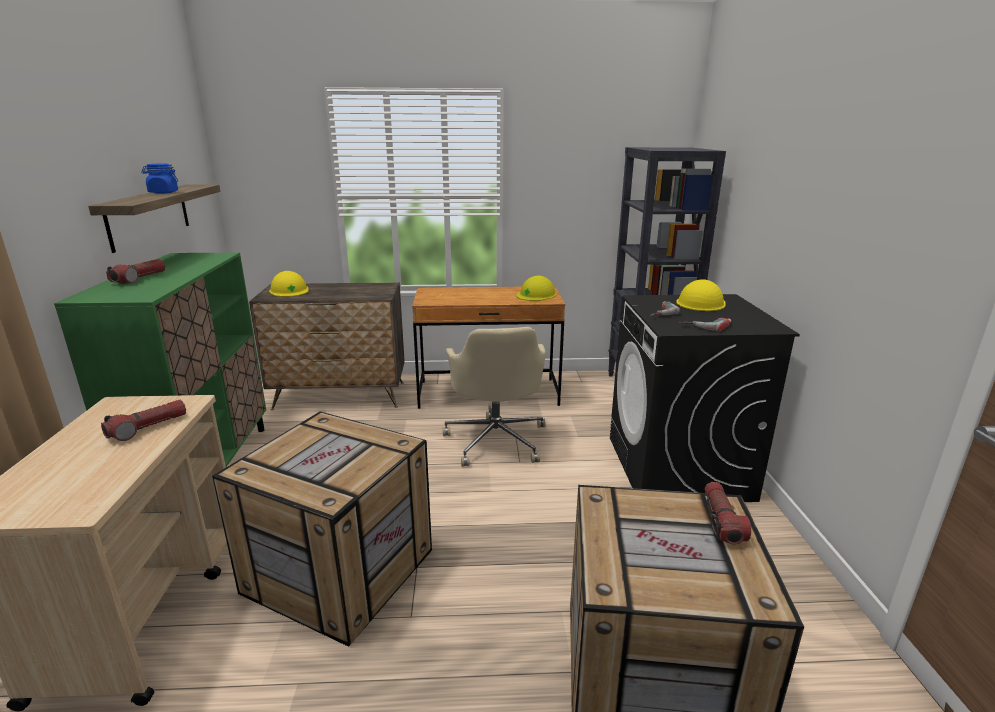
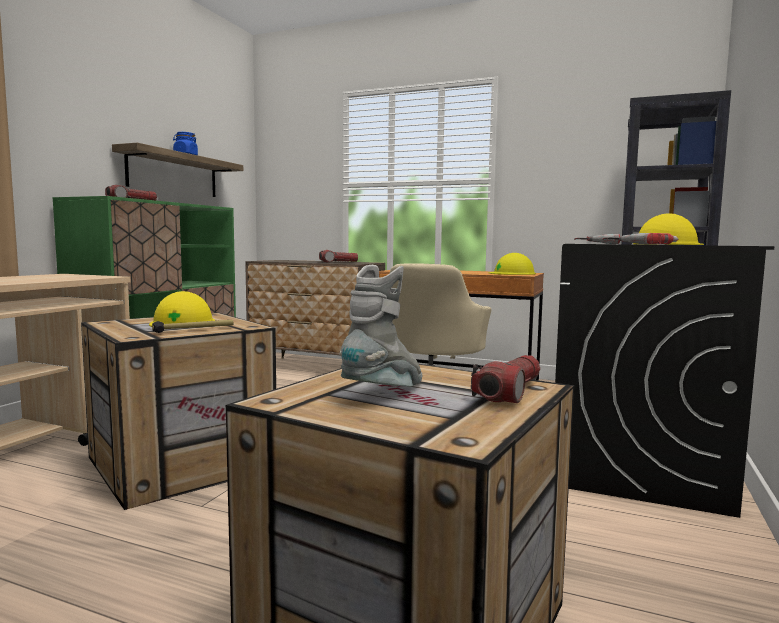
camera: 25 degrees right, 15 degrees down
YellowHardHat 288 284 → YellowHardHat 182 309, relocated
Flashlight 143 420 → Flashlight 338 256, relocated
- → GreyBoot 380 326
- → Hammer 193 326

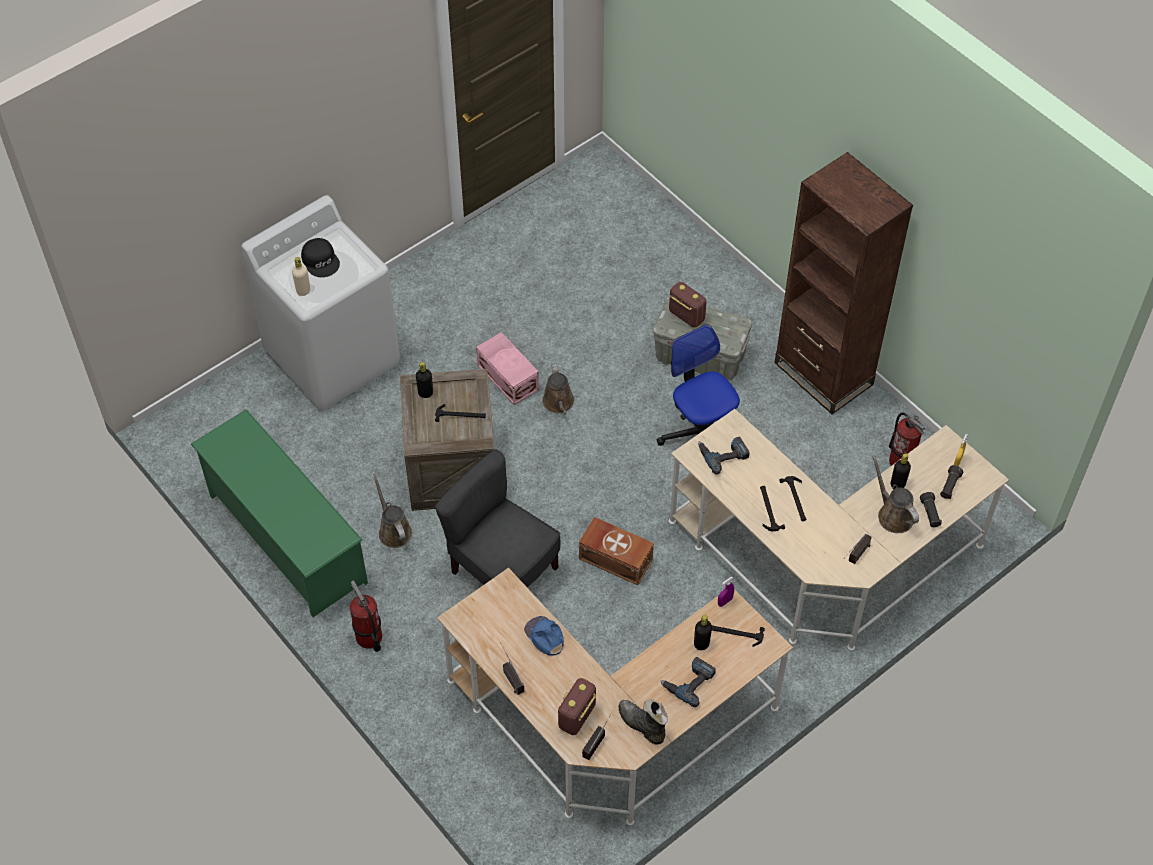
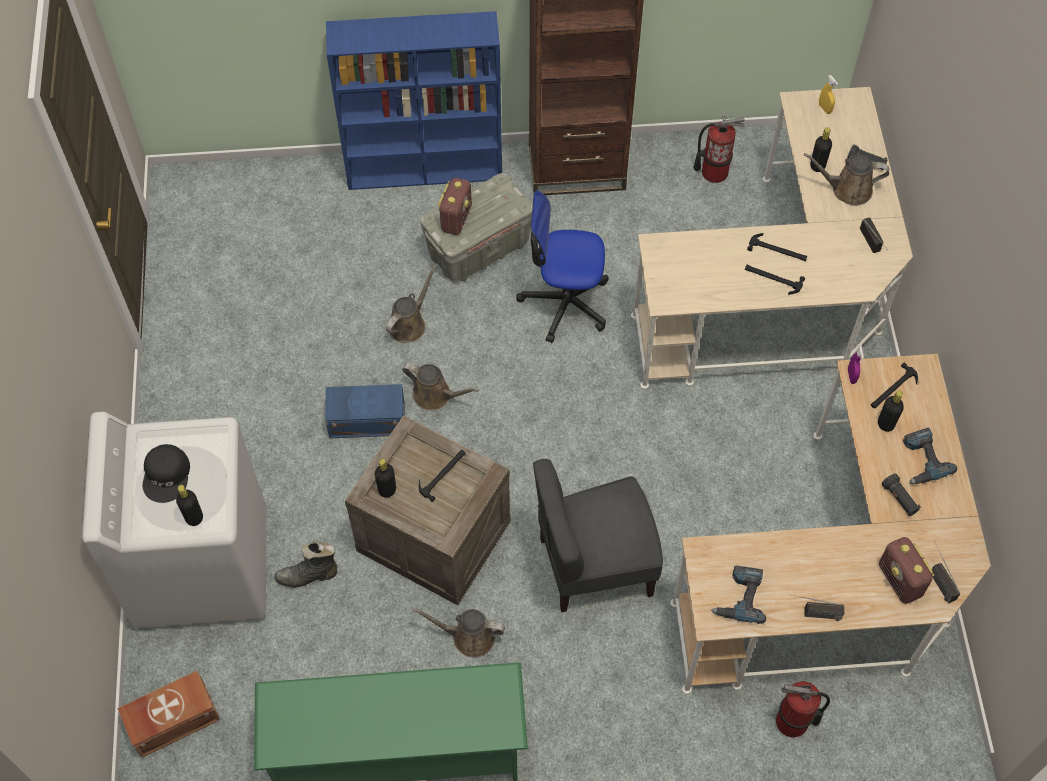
camera: 55 degrees left, 5 degrees up
BlackCap 320 257 → BlackCap 166 473, 90 degrees clockwise
BeigeBottle 301 276 → BlackBottle 189 505
Radio 688 305 → Radio 455 206, 120 degrees clockwise
PinkStorageBox 507 368 → BlueStorageBox 365 411
PowerDrill 724 456 → PowerDrill 738 594, relocated
BlackFlashlight 951 482 → BlackFlashlight 901 495, relocated
BrownStorageBox 616 551 → BrownStorageBox 168 714, relocated
FireExtinguisher 366 616 → FireExtinguisher 803 709, relocated
BlueCap 544 636 → -
BlackBoot 643 722 → BlackBoot 306 564, relocated
- → BlueBookcase 414 100
- → BrownWateringCan 411 303

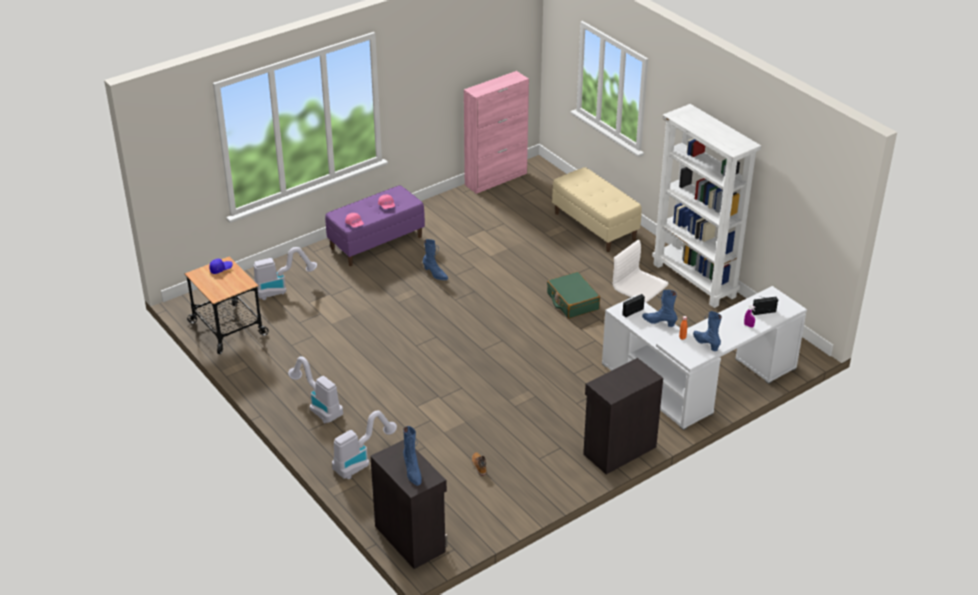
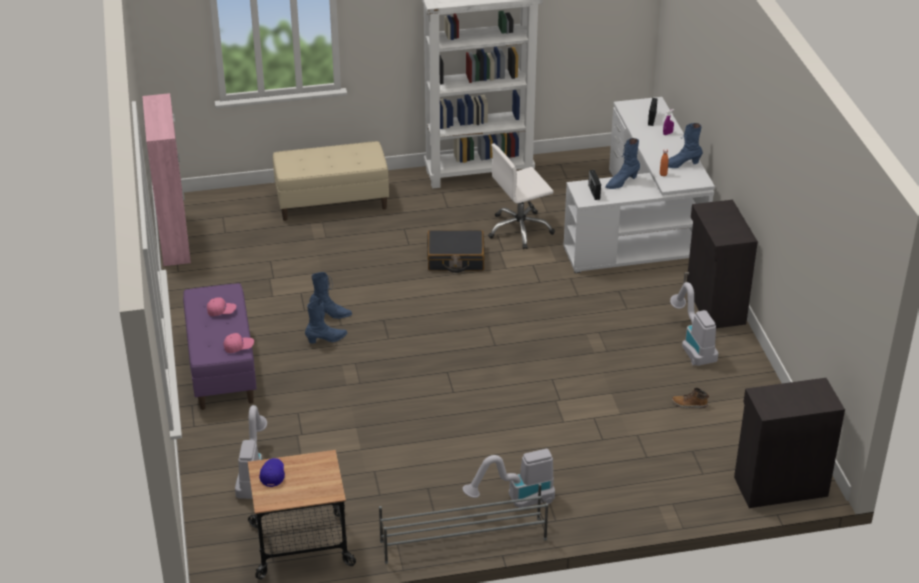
camera: 65 degrees left, 0 degrees up
GreenSuitcase 573 295 → BlackSuitcase 456 251
VacuumCleaner 364 444 → VacuumCleaner 694 324, relocated
BlueBoot 412 456 → BlueBoot 330 295, relocated
- → GreyShoeRack 463 523

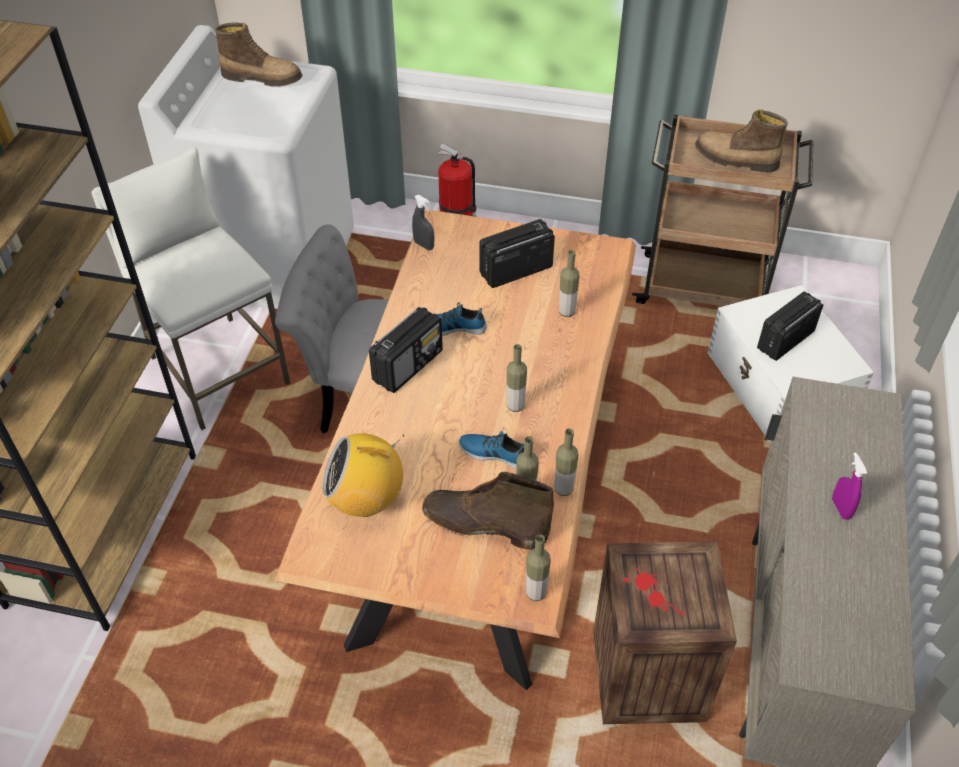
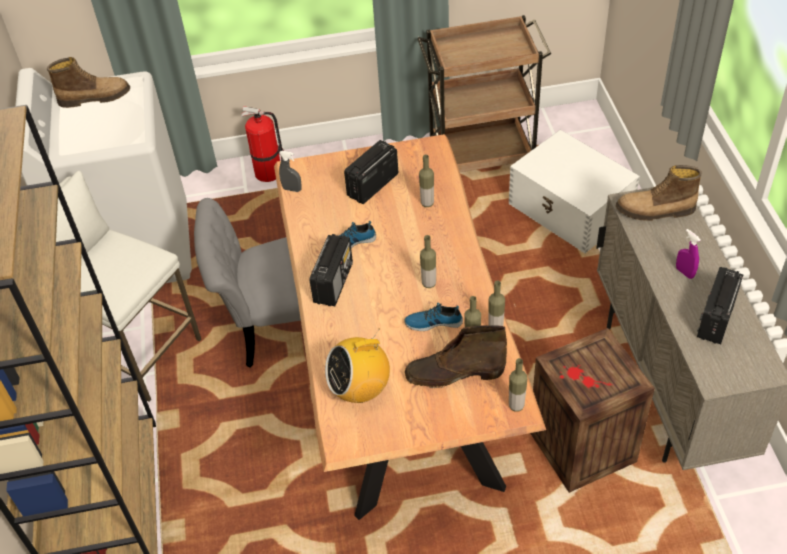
camera: 20 degrees left, 0 degrees up
Boot 741 141 → Boot 659 193, relocated
Radio 790 326 → Radio 720 305, relocated

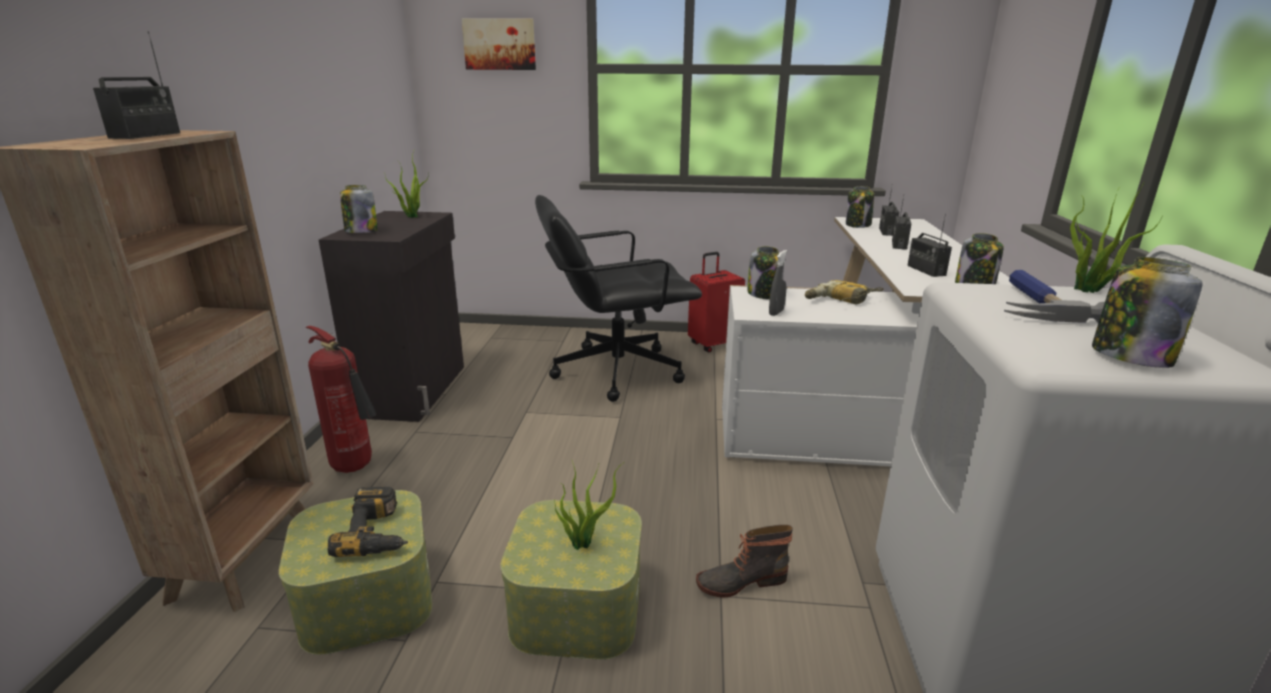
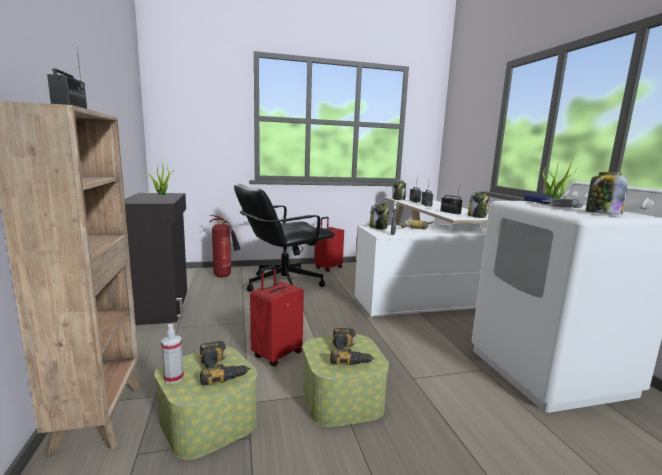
camera: 20 degrees left, 10 degrees down
Picture 499 44 → -
Jar 359 209 → -
FireExtinguisher 341 399 → FireExtinguisher 224 246, relocated
PottedPlant 588 505 → PowerDrill 352 346
Boot 744 561 → -
- → RedSuitcase 277 315
- → SprayBottle 172 354

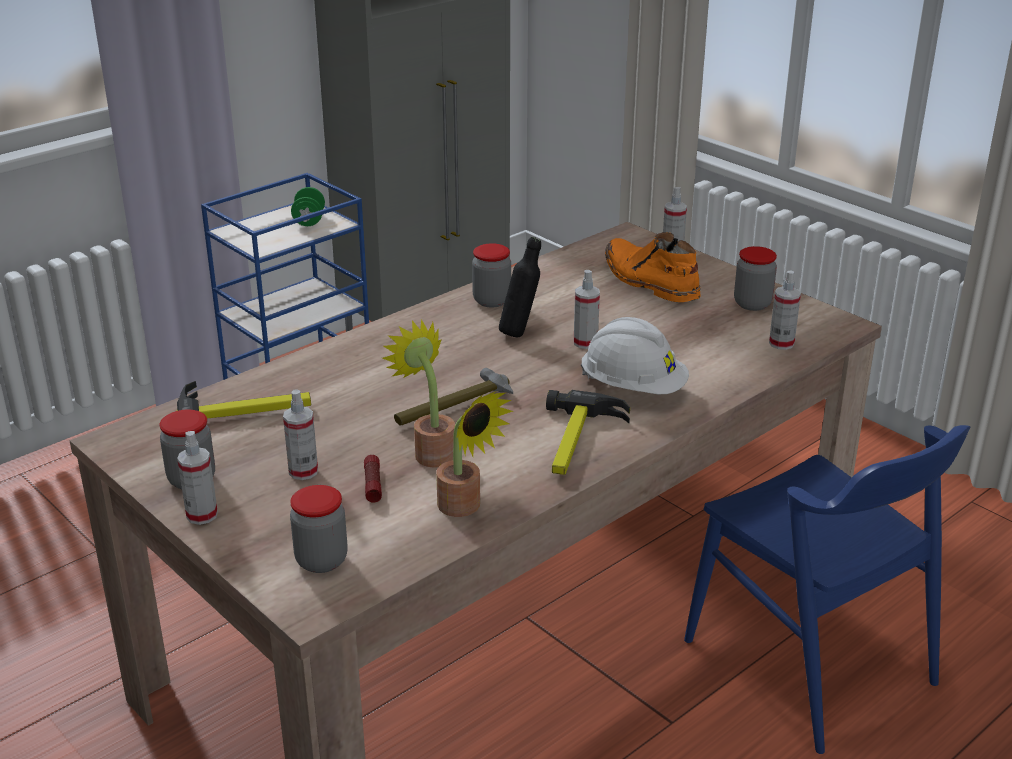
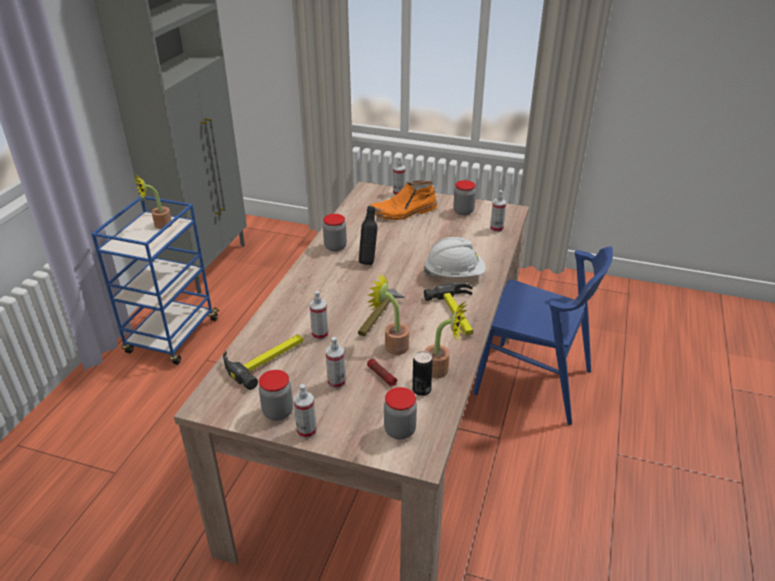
camera: 30 degrees left, 5 degrees up
GreenDumbbell 308 206 → PottedPlant 152 202
OrangeBoot 653 267 → OrangeBoot 403 200, 45 degrees counterclockwise
SprayBottle 587 309 → SprayBottle 318 315, relocated
- → Can 422 373

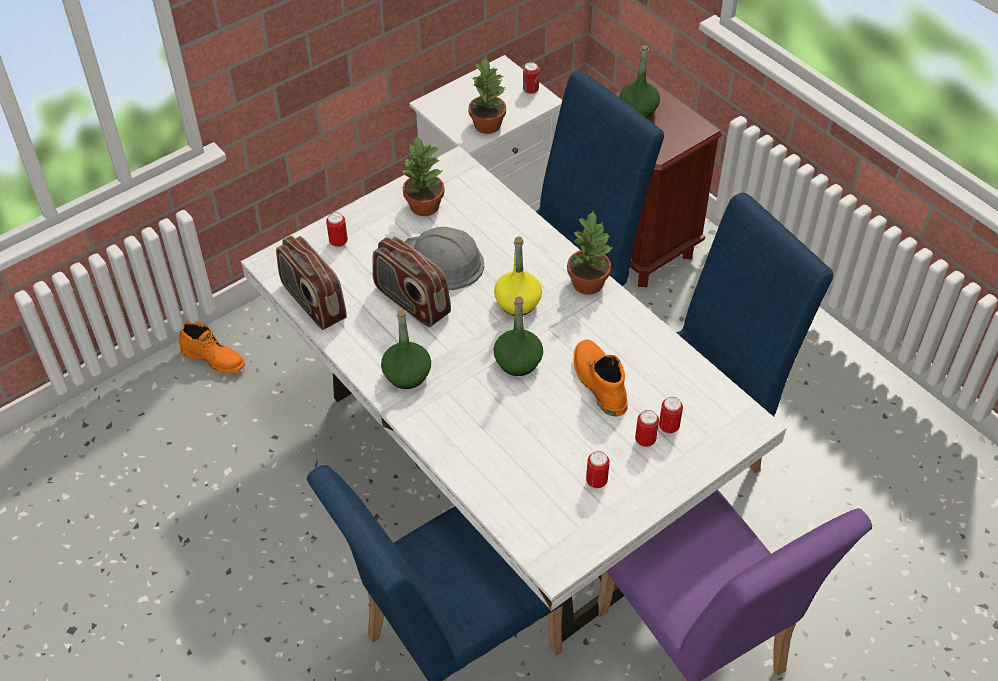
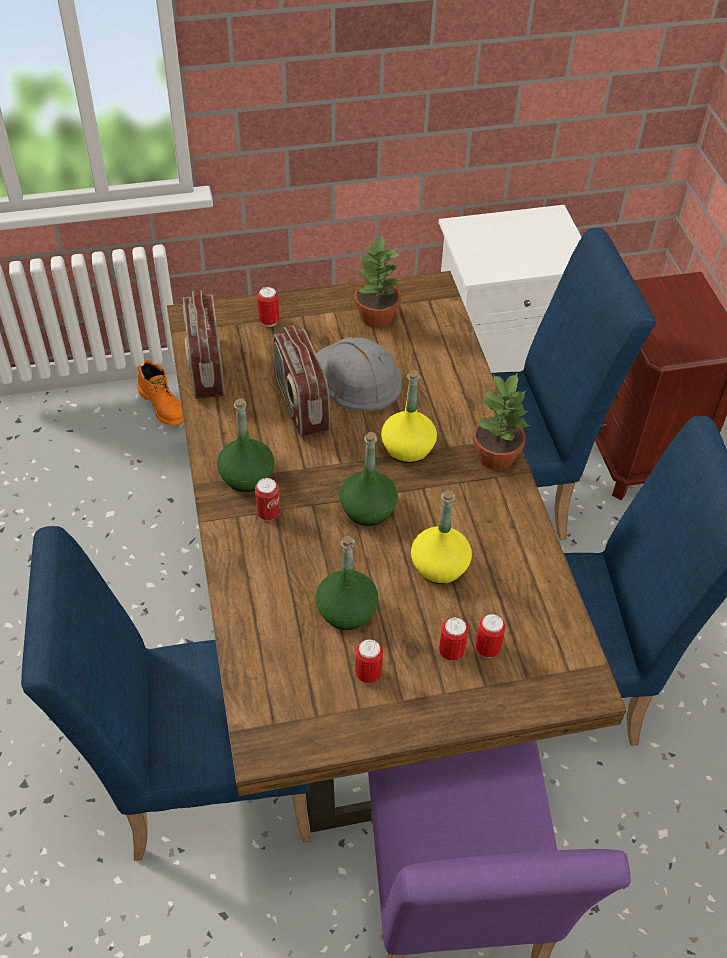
camera: 25 degrees right, 0 degrees up
GreenBottle 639 81 → GreenBottle 347 583, relocated
PottedPlant 487 96 → -
Can 531 78 → Can 267 499, relocated
WhiteDiningTable 514 394 → BrownDiningTable 397 551
OrangeBoot 600 378 → YellowBottle 441 537

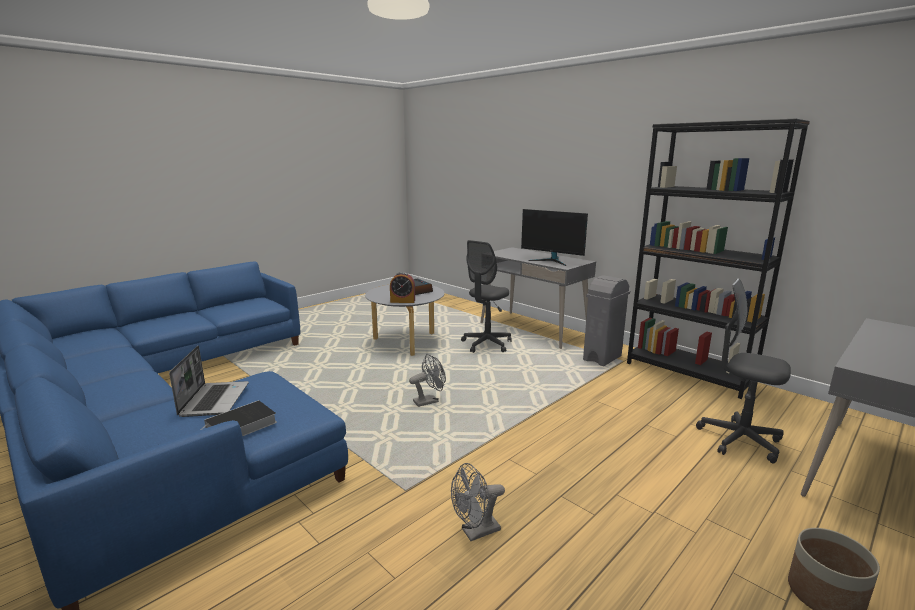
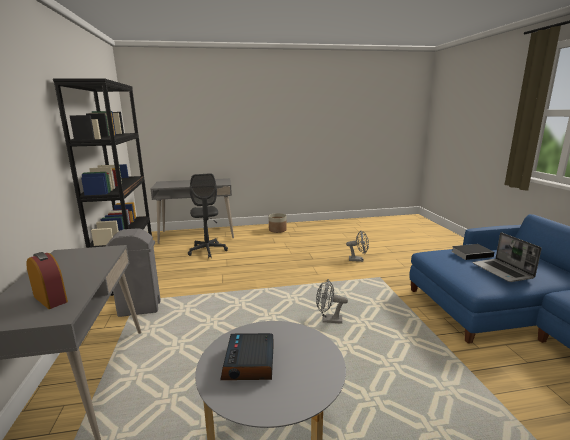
camera: 145 degrees left, 0 degrees up
Monitor 554 237 → -
GreyOfficeChair 486 296 → -
AlarmClock 402 287 → AlarmClock 47 280, relocated
Laptop 209 381 → Laptop 507 257, 45 degrees counterclockwise

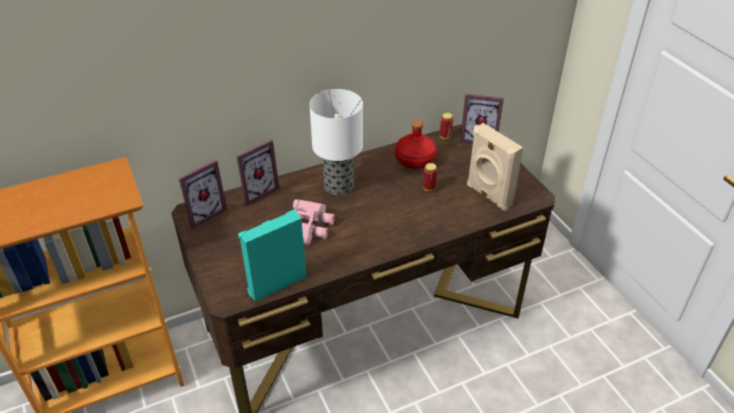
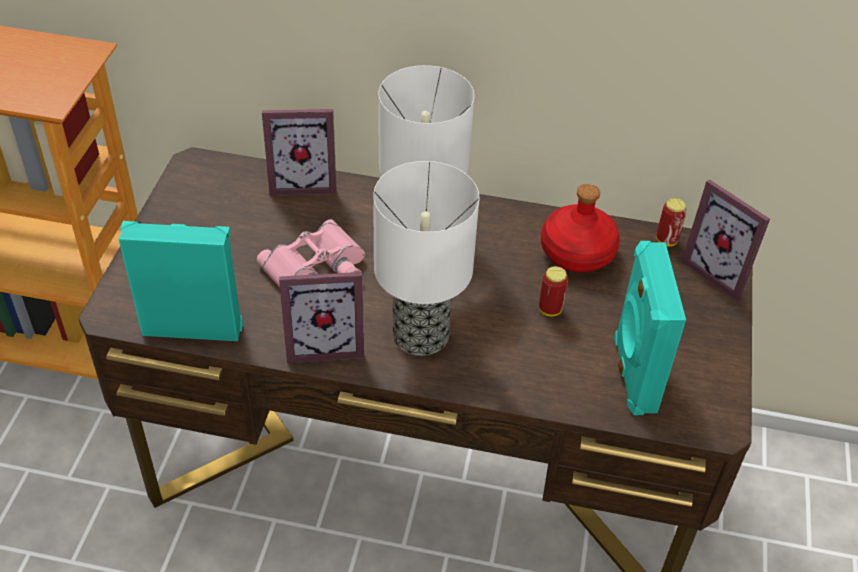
camera: 35 degrees right, 5 degrees up
BeigeSpeaker 495 167 → TurquoiseSpeaker 650 328
PictureFrame 203 194 → PictureFrame 321 317, relocated
- → TableLamp 426 258

